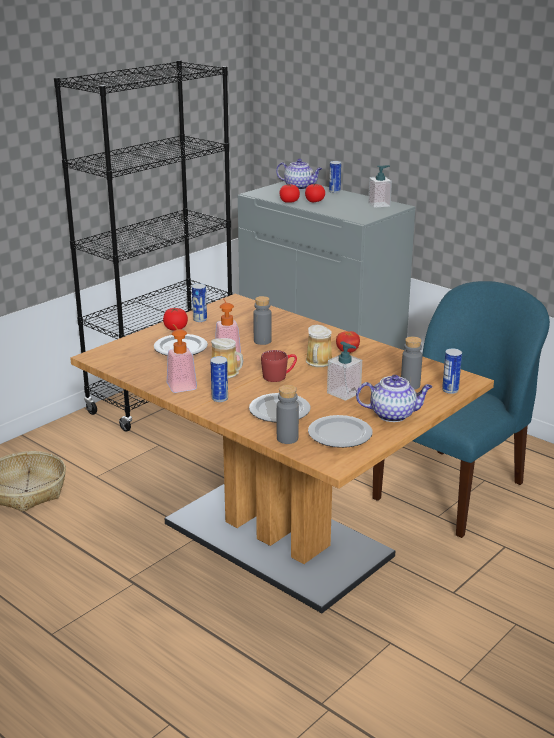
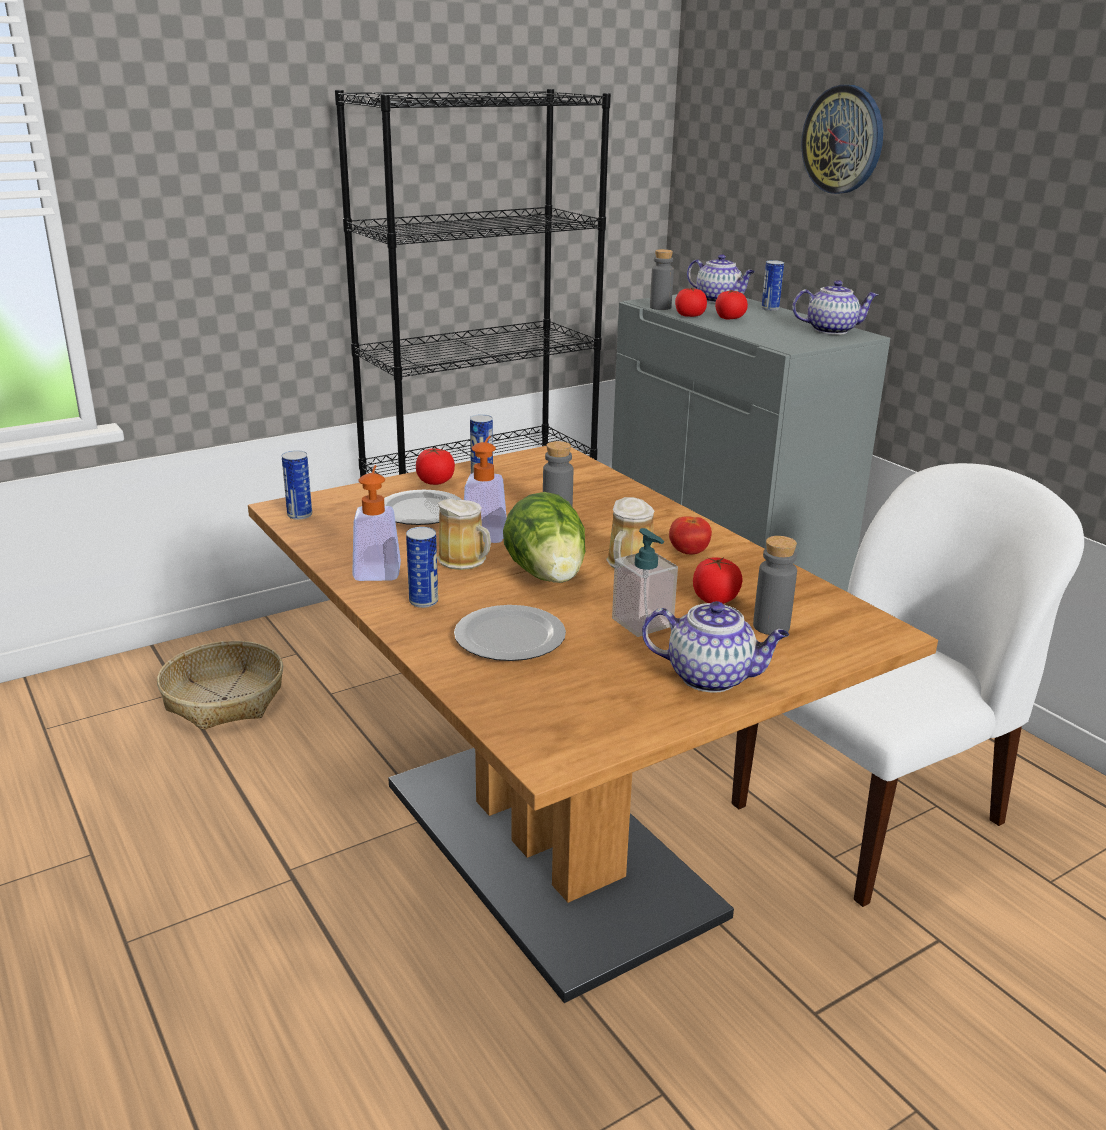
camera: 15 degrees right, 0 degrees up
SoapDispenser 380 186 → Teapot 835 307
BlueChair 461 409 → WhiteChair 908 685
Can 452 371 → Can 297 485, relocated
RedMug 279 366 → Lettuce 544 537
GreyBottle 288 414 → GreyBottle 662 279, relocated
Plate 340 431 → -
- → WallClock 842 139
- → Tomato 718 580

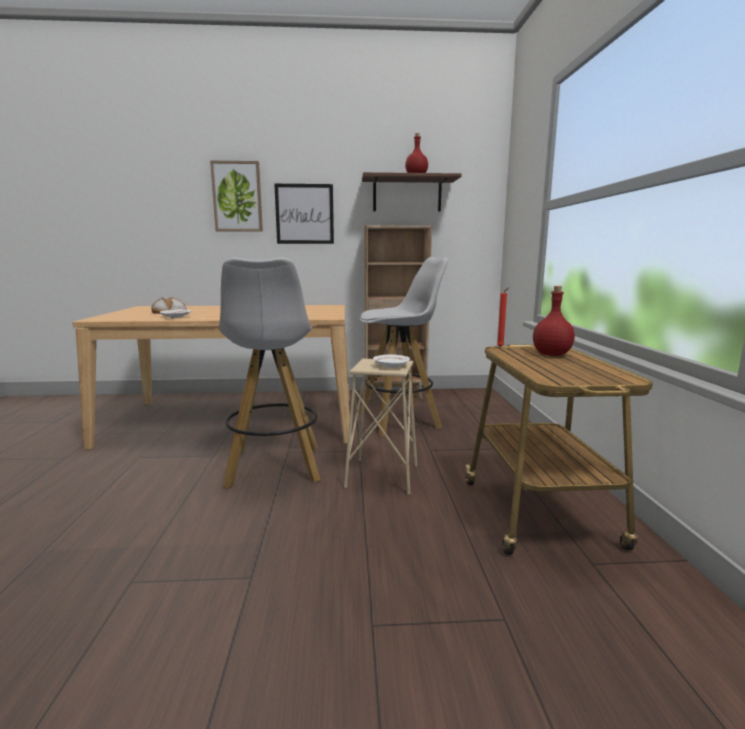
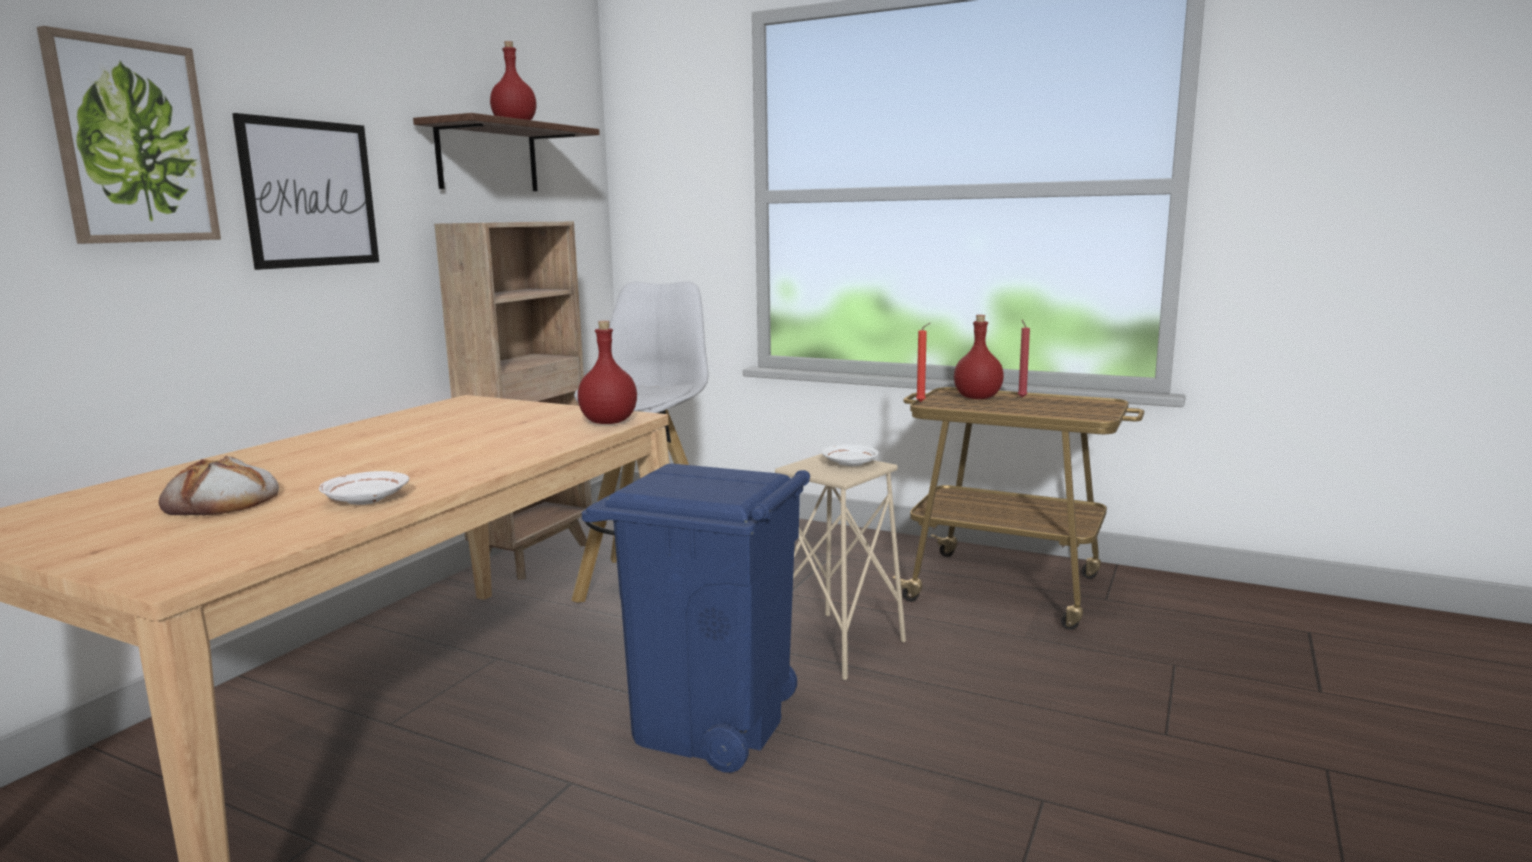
camera: 60 degrees left, 0 degrees up
WhiteStool 269 373 → BlueTrashCan 696 618
- → RedCandle 1024 359
- → RedBottle 607 372

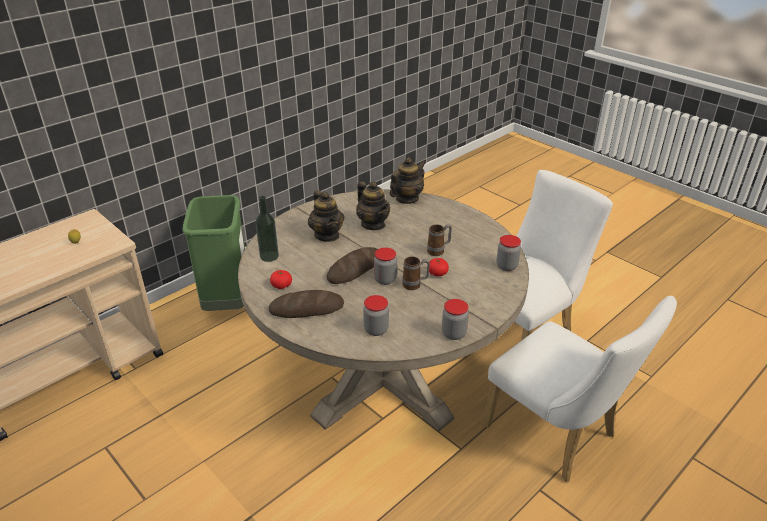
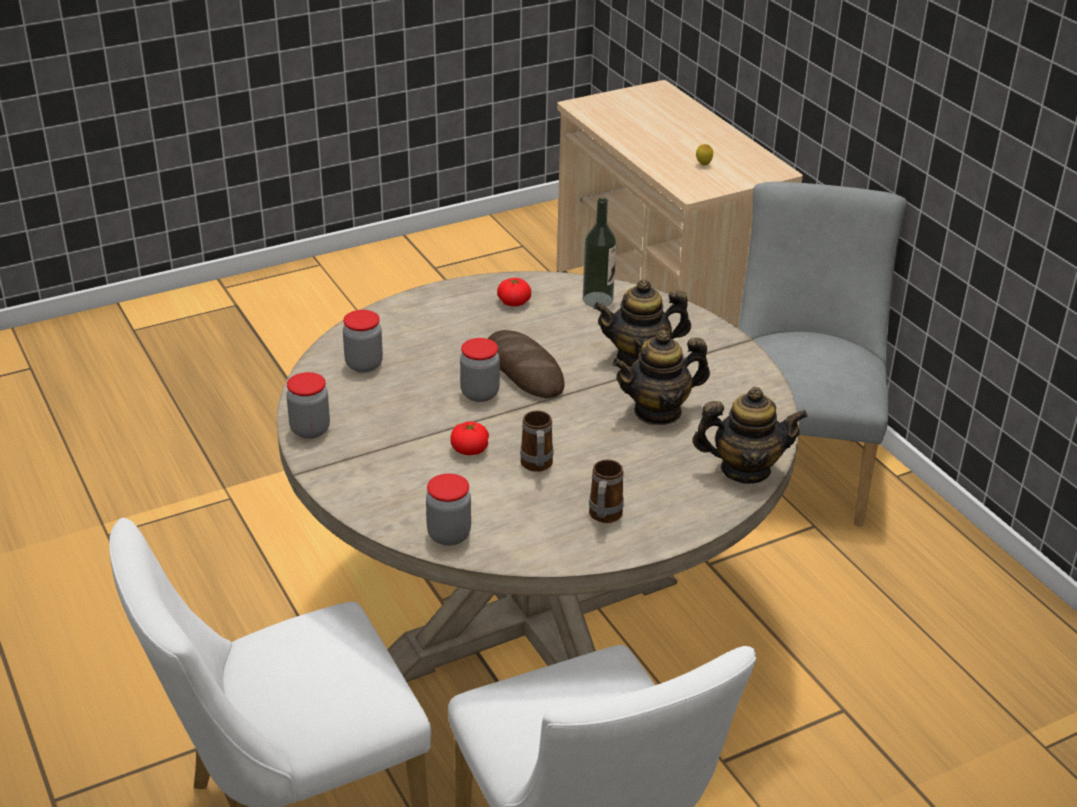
camera: 105 degrees right, 0 degrees up
Teapot 408 180 → Teapot 750 435, 60 degrees counterclockwise
GreenTrashCan 213 253 → GreyChair 822 353
Mug 416 273 → Mug 606 491, relocated
Bread 306 304 → -

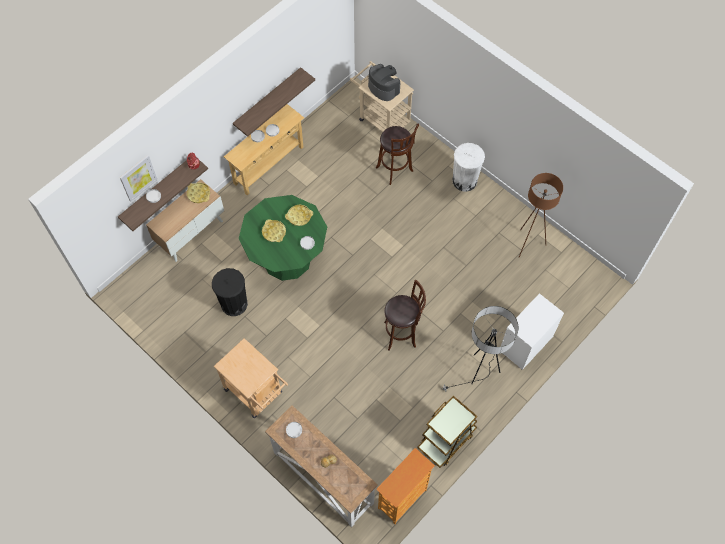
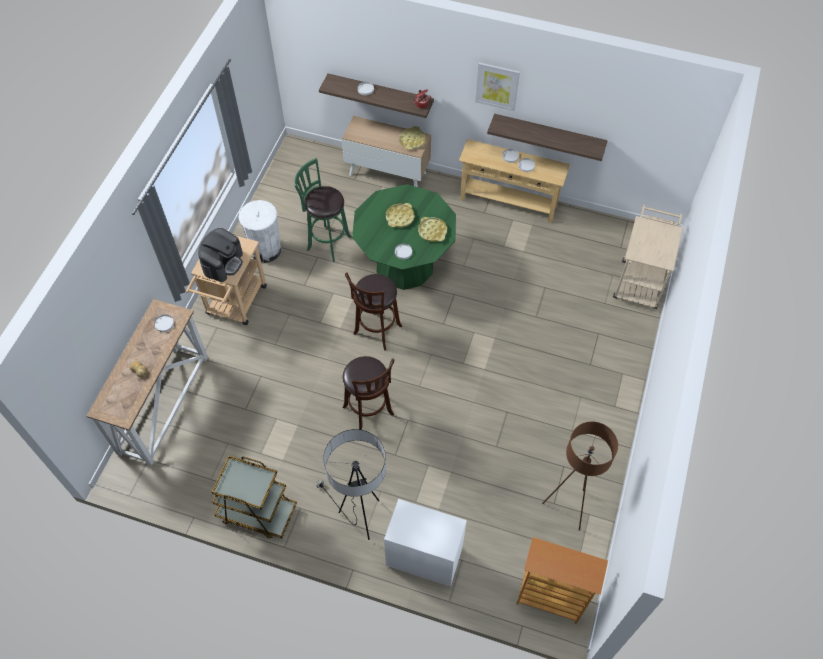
camera: 65 degrees right, 5 degrees down
CoffeeMachine 384 82 → CoffeeMachine 220 255, relocated
BrownStool 397 154 → BrownStool 373 311, relocated
WhiteTrashCan 468 167 → WhiteTrashCan 259 231, relocated
Picture 138 178 → Picture 497 86, relocated
BlackTrashCan 230 292 → GreenStool 322 210
Bookcase 406 486 → Bookcase 562 580, relocated

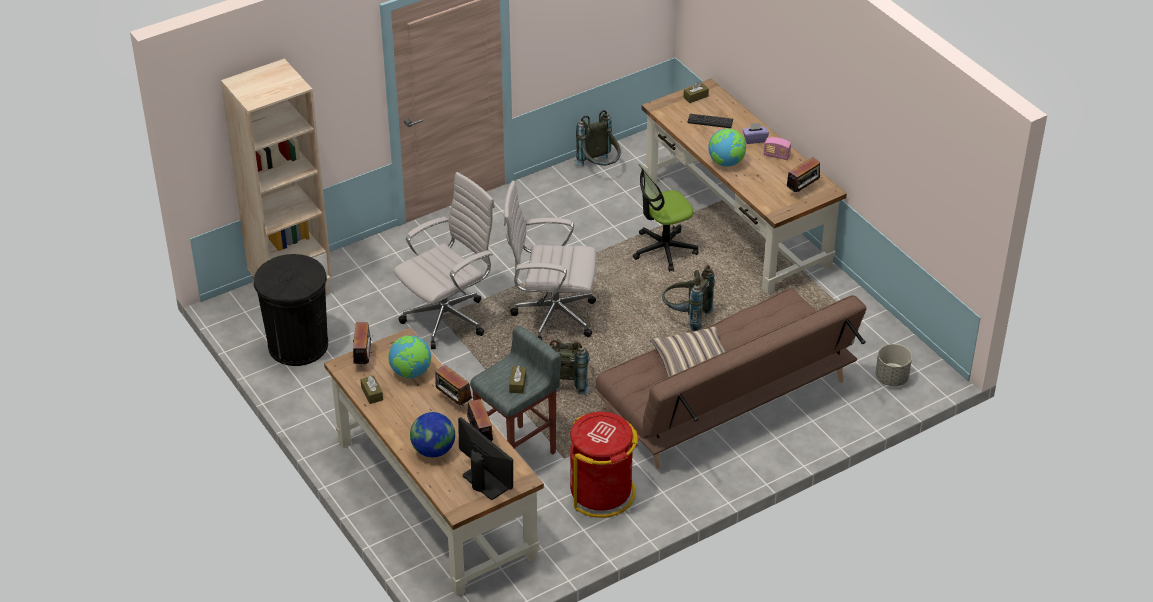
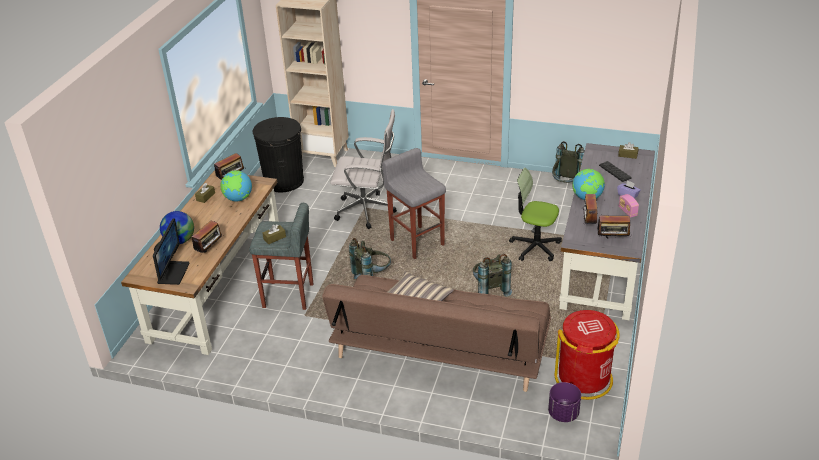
camera: 50 degrees right, 5 degrees down
BrownDesk 744 186 → GreyDesk 607 231
WhiteOfficeChair 550 260 → GreyStool 414 203
GreyPlanter 893 365 → PurplePlanter 564 402
Radio 453 386 → Radio 587 208, relocated
RedTrashCan 604 465 → RedTrashCan 587 355, relocated

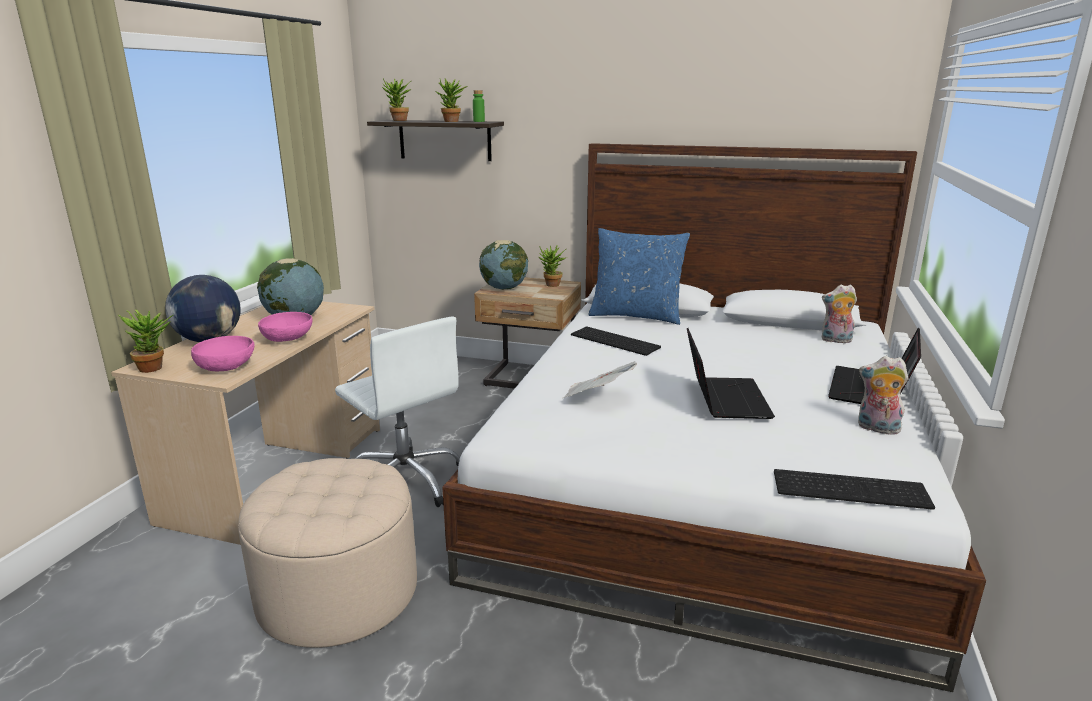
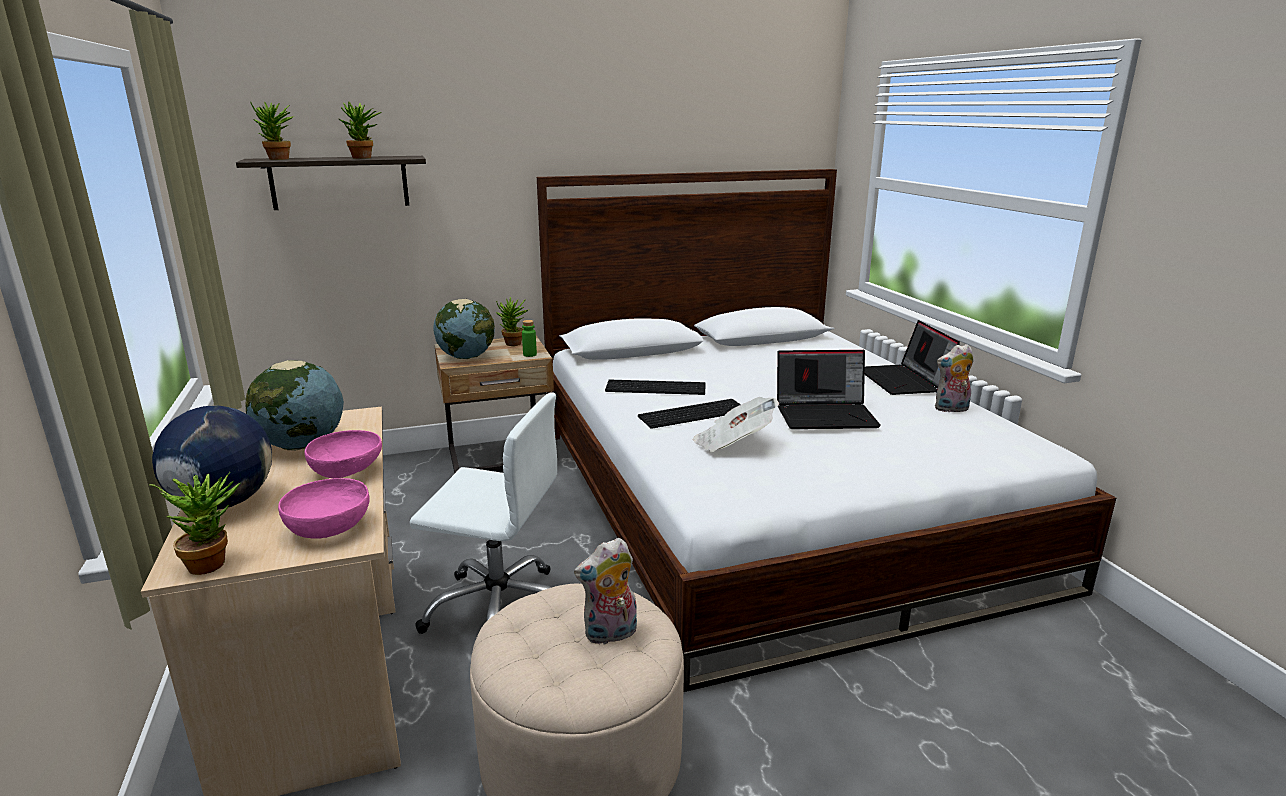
camera: 35 degrees left, 0 degrees up
GreenBottle 479 106 → GreenBottle 529 338, relocated
BluePillow 639 276 → -
PlushToy 839 313 → PlushToy 605 591, relocated
Laptop 731 373 → Laptop 829 389, 120 degrees clockwise
Keyboard 854 489 → Keyboard 689 414, relocated

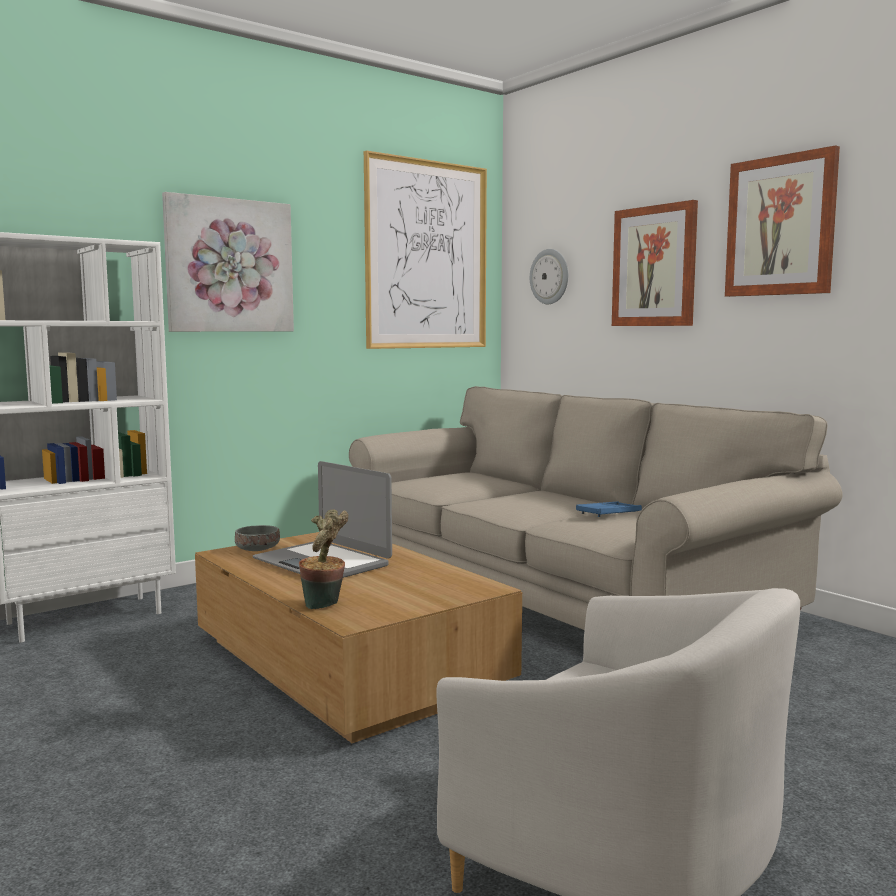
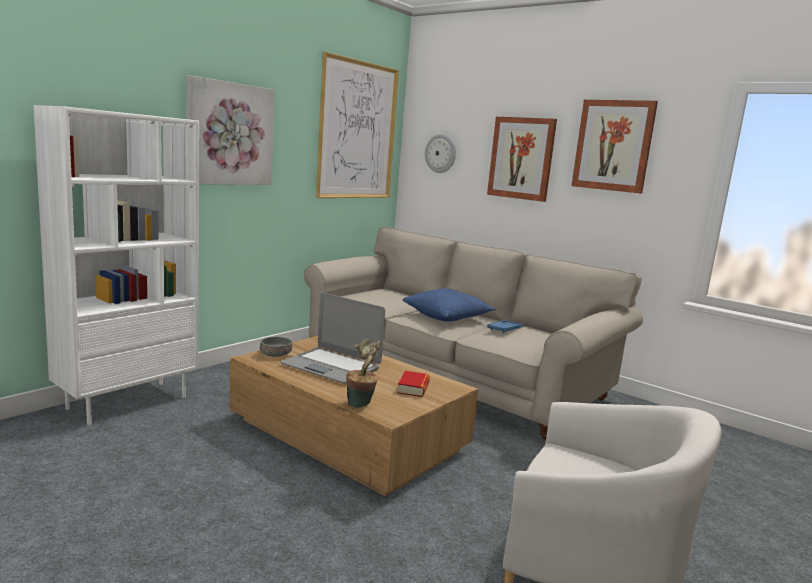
camera: 15 degrees left, 5 degrees up
- → BluePillow 448 304
- → Book 413 384

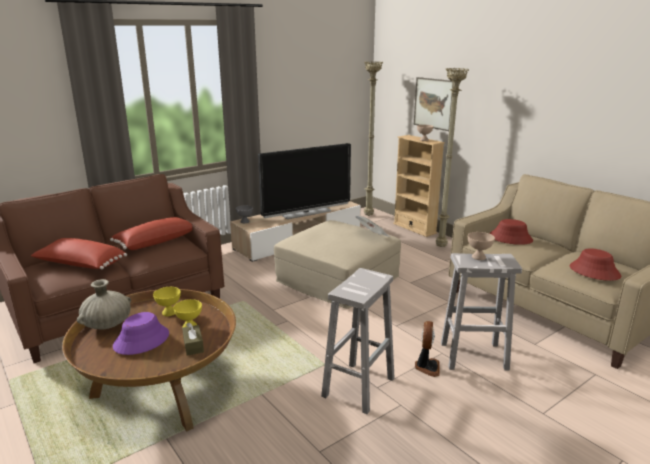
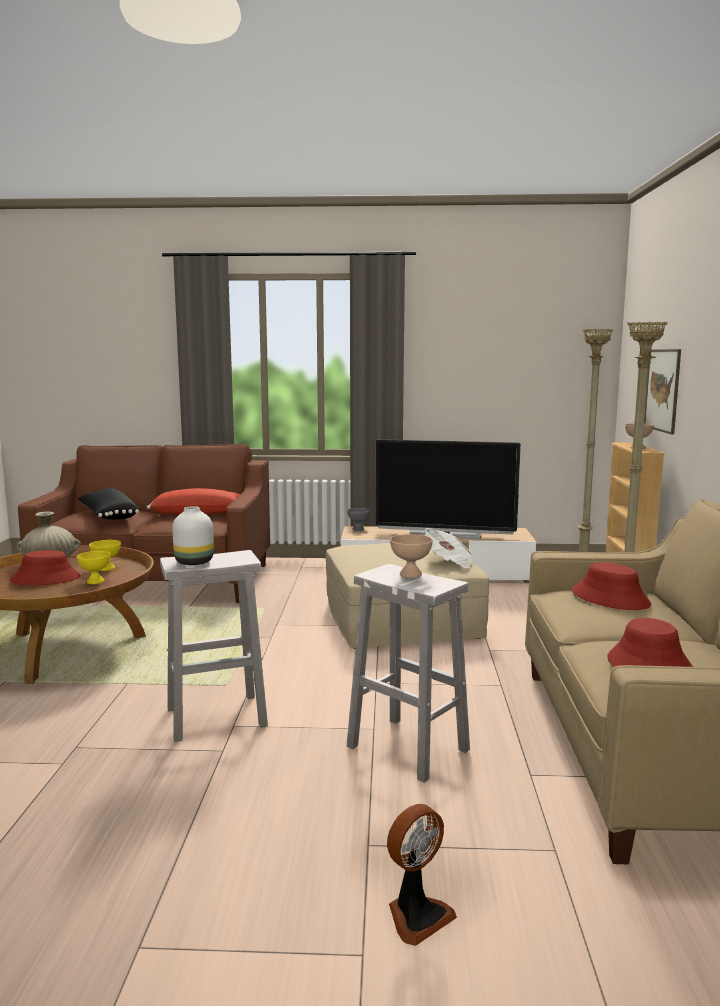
camera: 40 degrees right, 10 degrees down
RedPillow 79 253 → BlackPillow 108 504
PurpleHat 141 333 → RedHat 44 567
Fan 427 349 → Fan 422 875, relocated
BrownTissueBox 193 339 → -
- → WhiteVase 193 535

